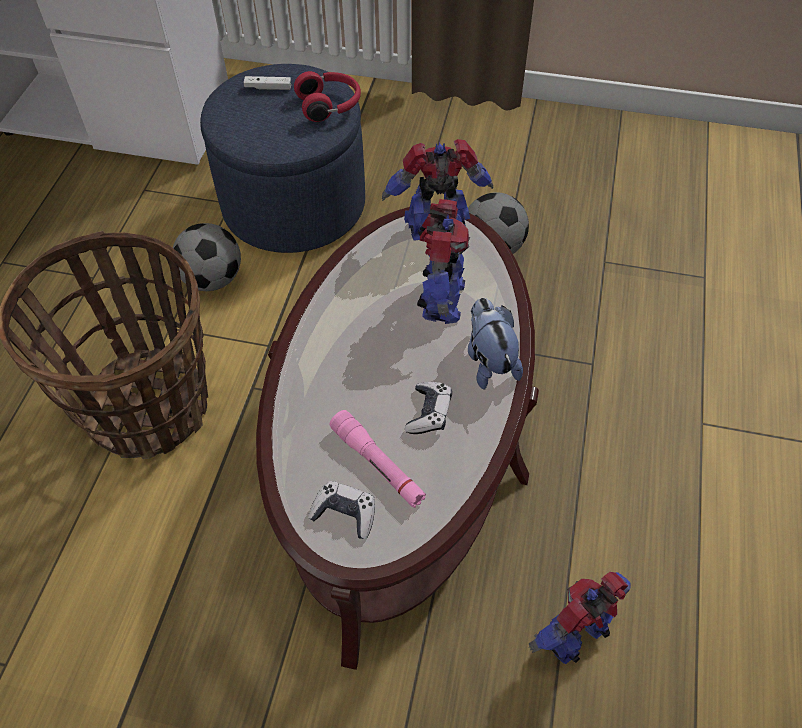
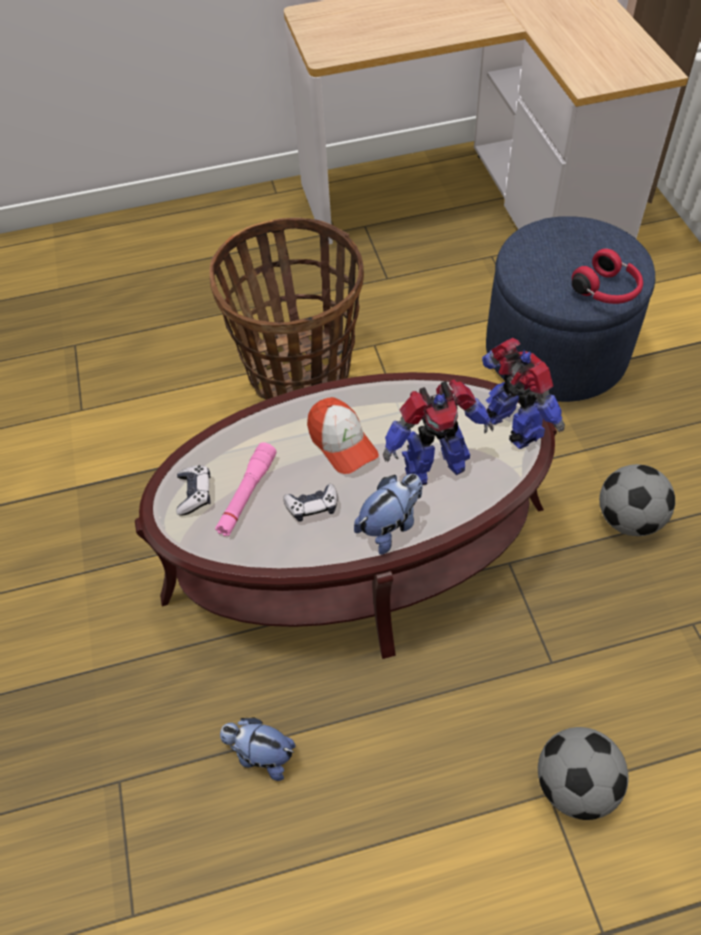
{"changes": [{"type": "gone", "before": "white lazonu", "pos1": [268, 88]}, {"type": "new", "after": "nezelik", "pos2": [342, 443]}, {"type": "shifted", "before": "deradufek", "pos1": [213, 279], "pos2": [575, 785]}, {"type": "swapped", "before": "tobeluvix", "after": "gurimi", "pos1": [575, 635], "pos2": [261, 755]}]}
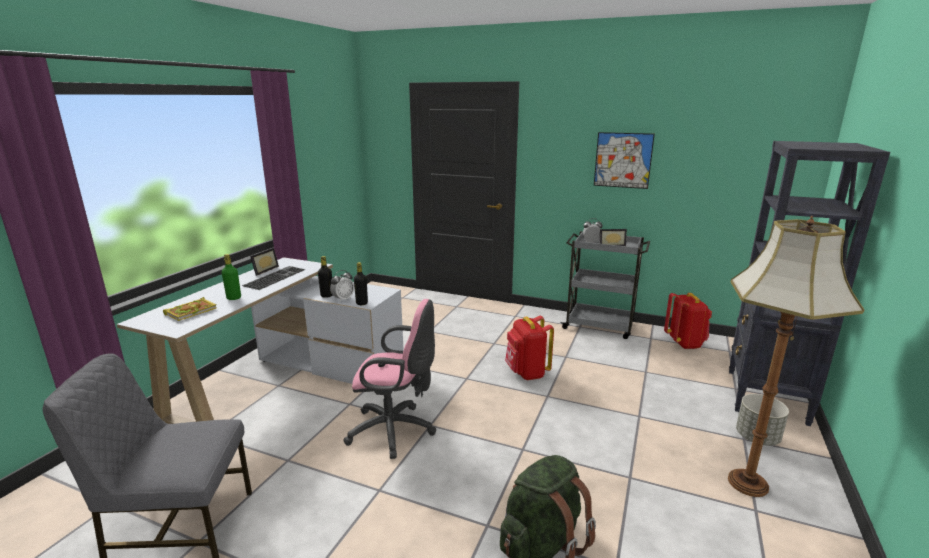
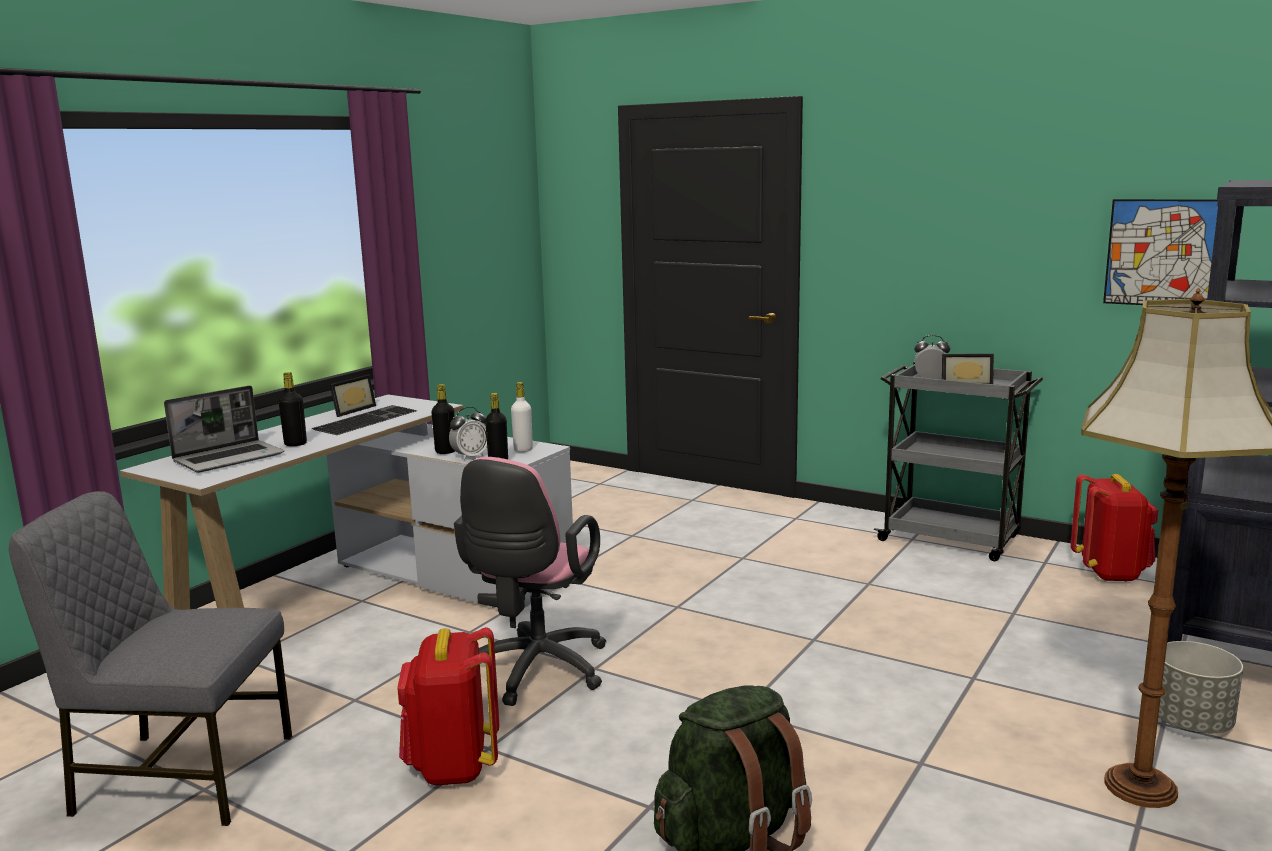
{"changes": [{"type": "new", "after": "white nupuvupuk", "pos2": [523, 449]}, {"type": "shifted", "before": "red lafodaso", "pos1": [527, 373], "pos2": [453, 767]}, {"type": "shifted", "before": "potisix", "pos1": [623, 160], "pos2": [1165, 253]}, {"type": "swapped", "before": "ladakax", "after": "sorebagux", "pos1": [192, 311], "pos2": [229, 458]}, {"type": "repainted", "before": "green nupuvupuk", "after": "black nupuvupuk", "pos1": [234, 298], "pos2": [295, 444]}, {"type": "rotated", "before": "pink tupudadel", "pos1": [395, 431], "pos2": [535, 673], "turn": 90}]}
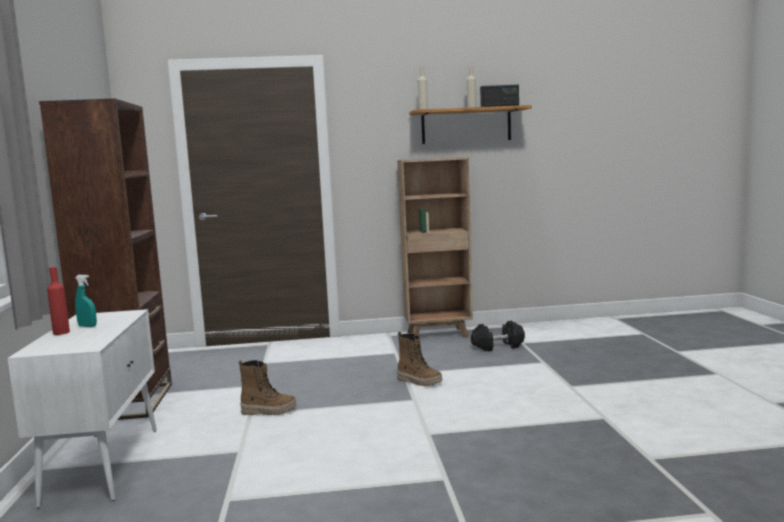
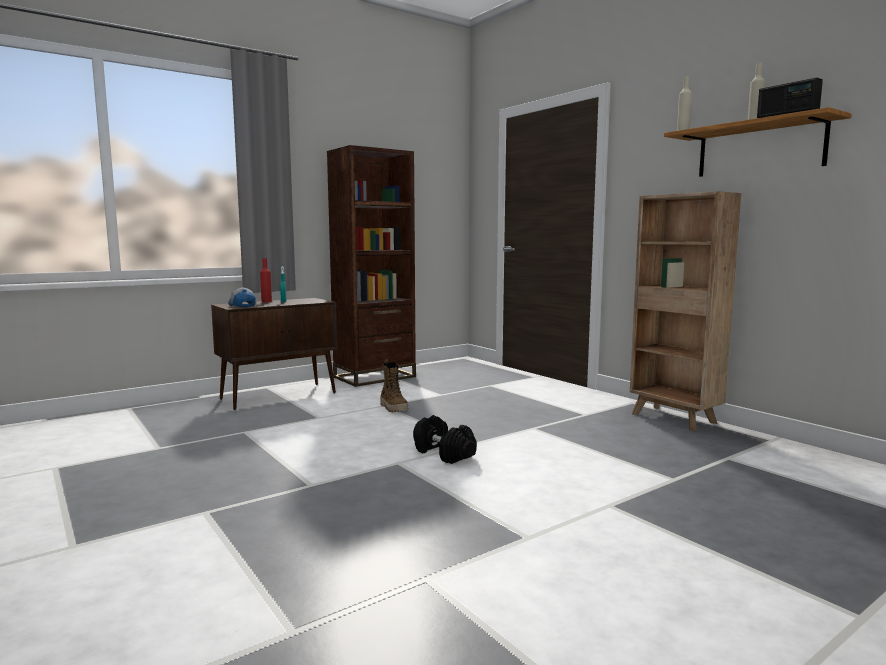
{"changes": [{"type": "gone", "before": "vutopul", "pos1": [419, 382]}, {"type": "new", "after": "nezelik", "pos2": [241, 305]}, {"type": "shifted", "before": "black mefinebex", "pos1": [498, 347], "pos2": [443, 453]}, {"type": "repainted", "before": "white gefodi", "after": "brown gefodi", "pos1": [103, 464], "pos2": [280, 396]}]}
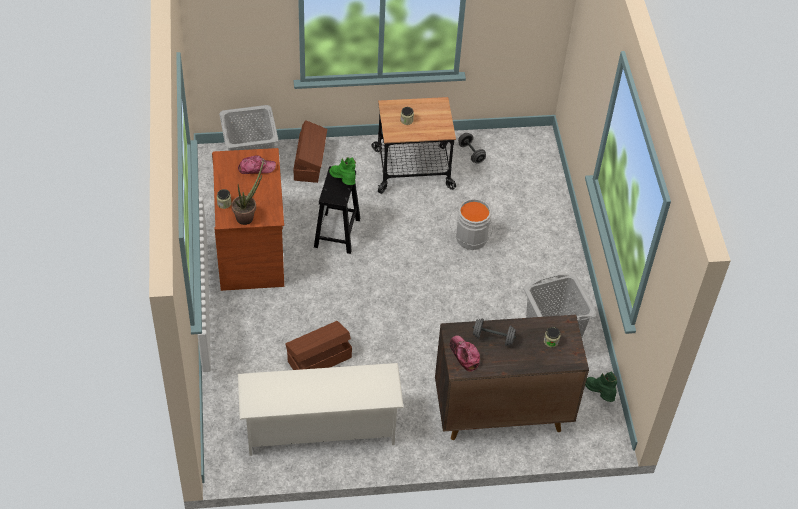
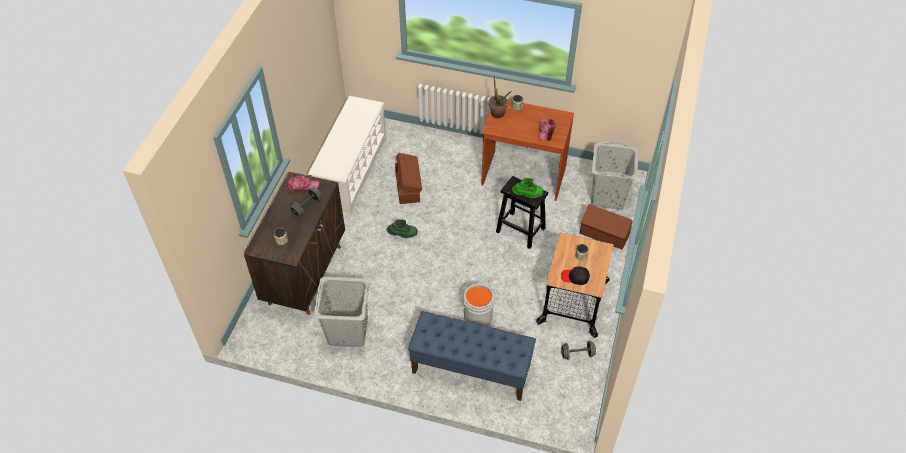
{"changes": [{"type": "new", "after": "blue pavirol", "pos2": [470, 369]}, {"type": "new", "after": "black nezelik", "pos2": [575, 277]}, {"type": "shifted", "before": "green vutopul", "pos1": [599, 394], "pos2": [402, 235]}]}
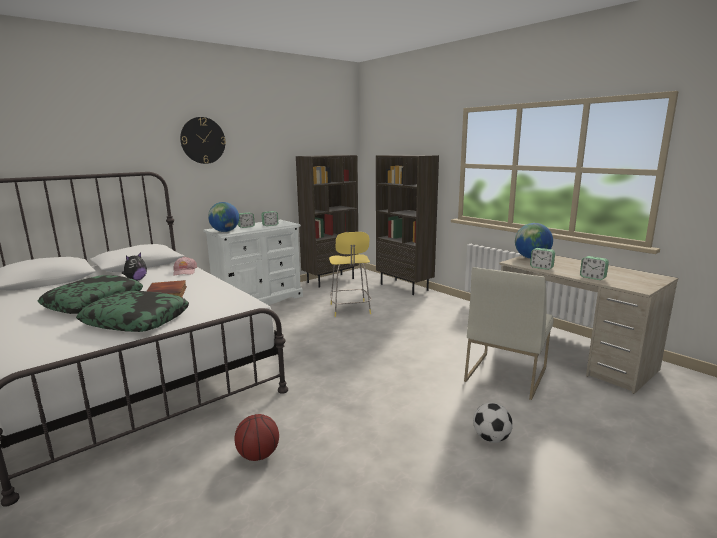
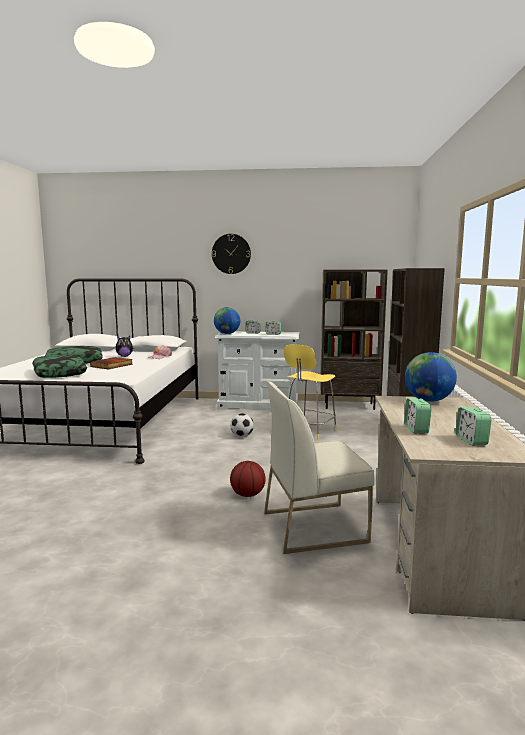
{"changes": [{"type": "shifted", "before": "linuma", "pos1": [259, 455], "pos2": [248, 495]}, {"type": "shifted", "before": "deradufek", "pos1": [491, 438], "pos2": [242, 436]}, {"type": "shifted", "before": "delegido", "pos1": [541, 267], "pos2": [471, 441]}]}
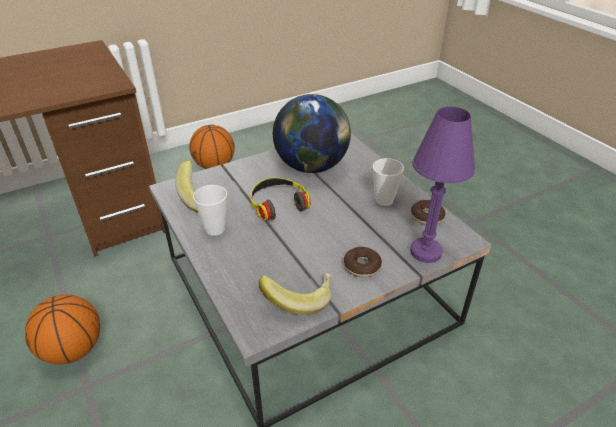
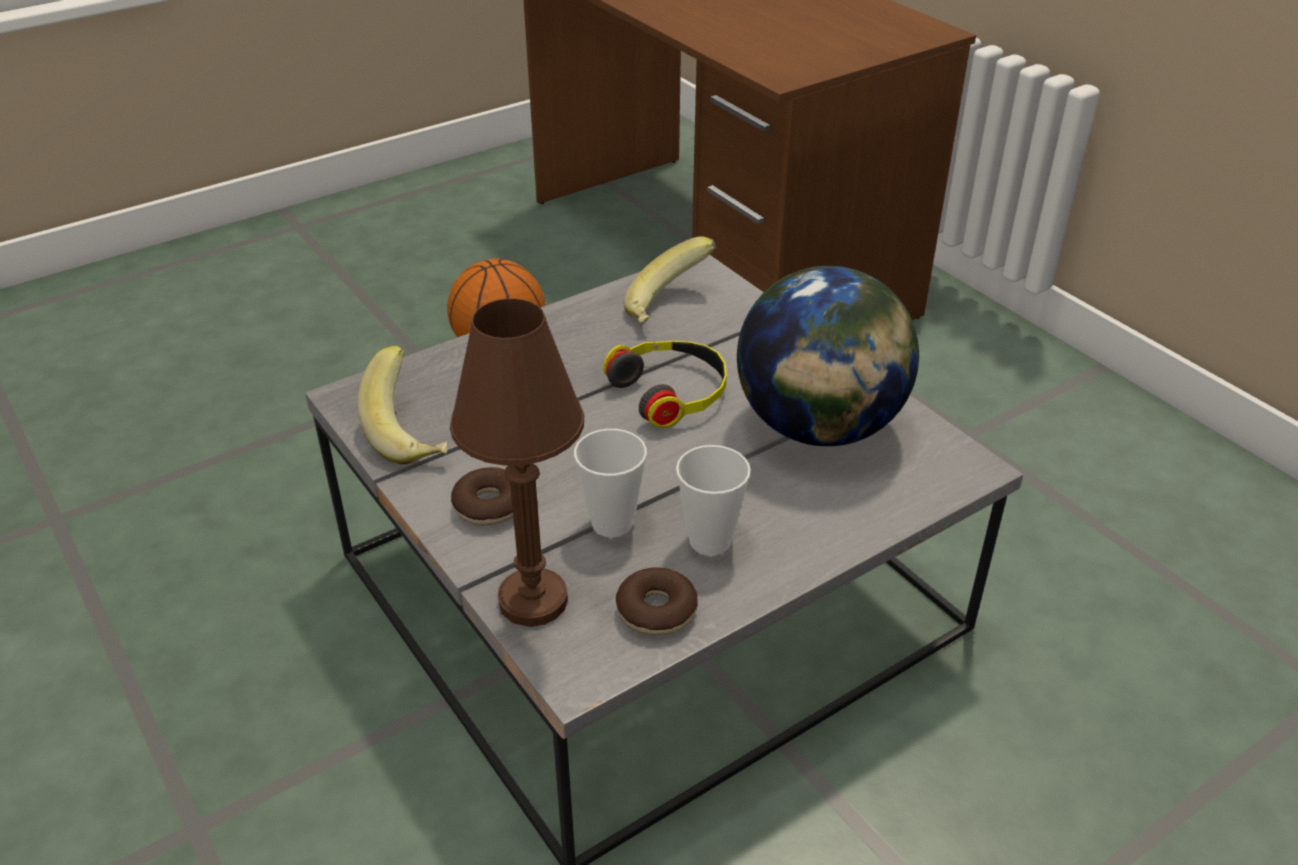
{"changes": [{"type": "gone", "before": "linuma", "pos1": [214, 166]}, {"type": "shifted", "before": "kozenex", "pos1": [215, 229], "pos2": [612, 523]}, {"type": "repainted", "before": "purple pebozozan", "after": "brown pebozozan", "pos1": [426, 252], "pos2": [533, 600]}]}
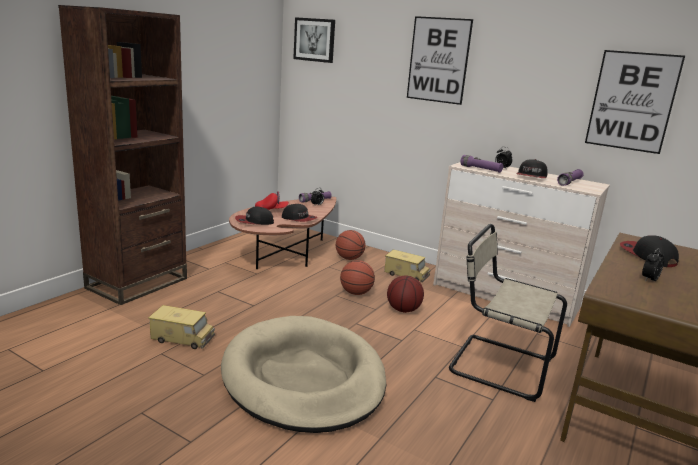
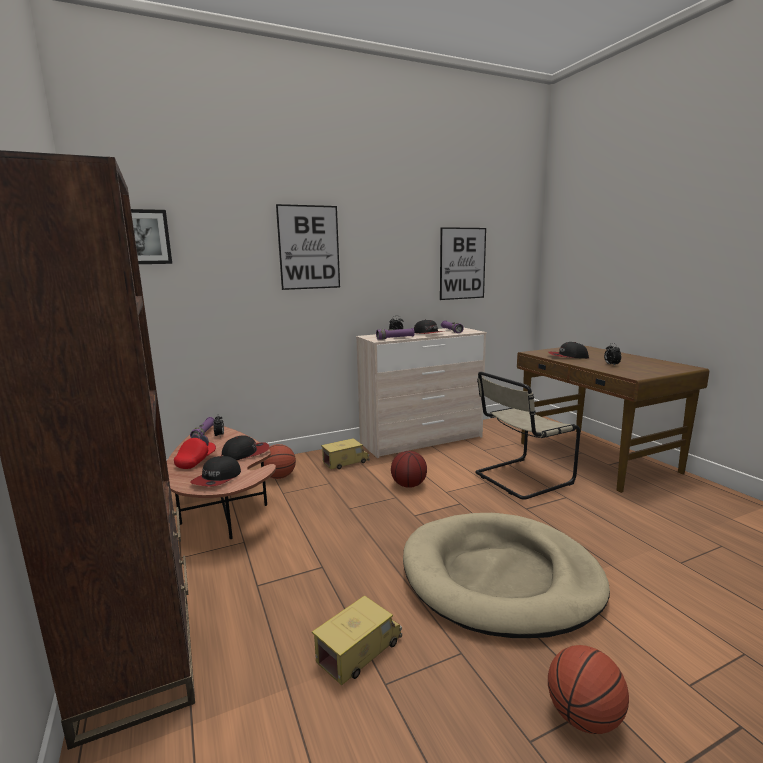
{"changes": [{"type": "shifted", "before": "linuma", "pos1": [356, 293], "pos2": [584, 717]}]}
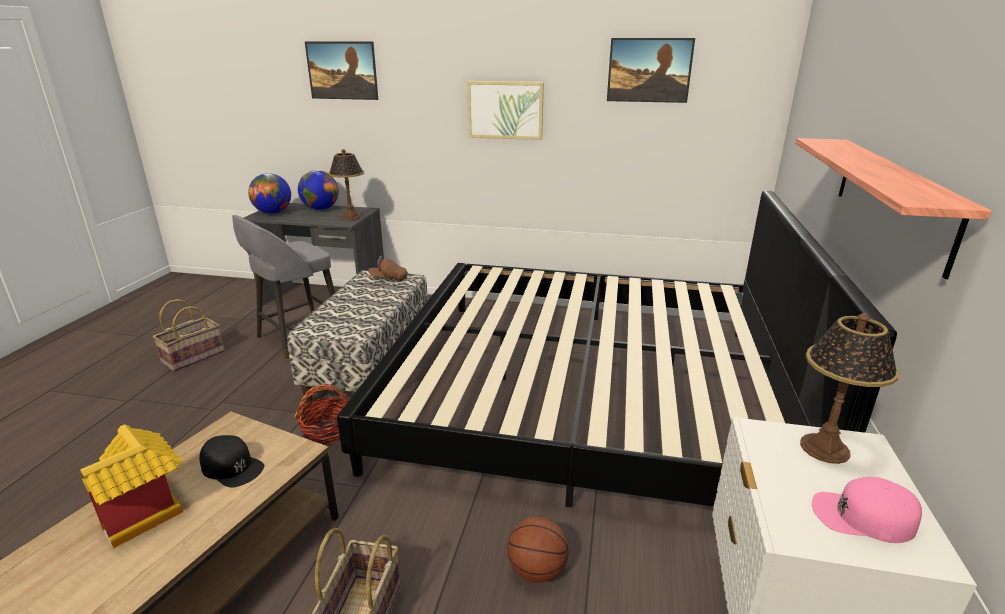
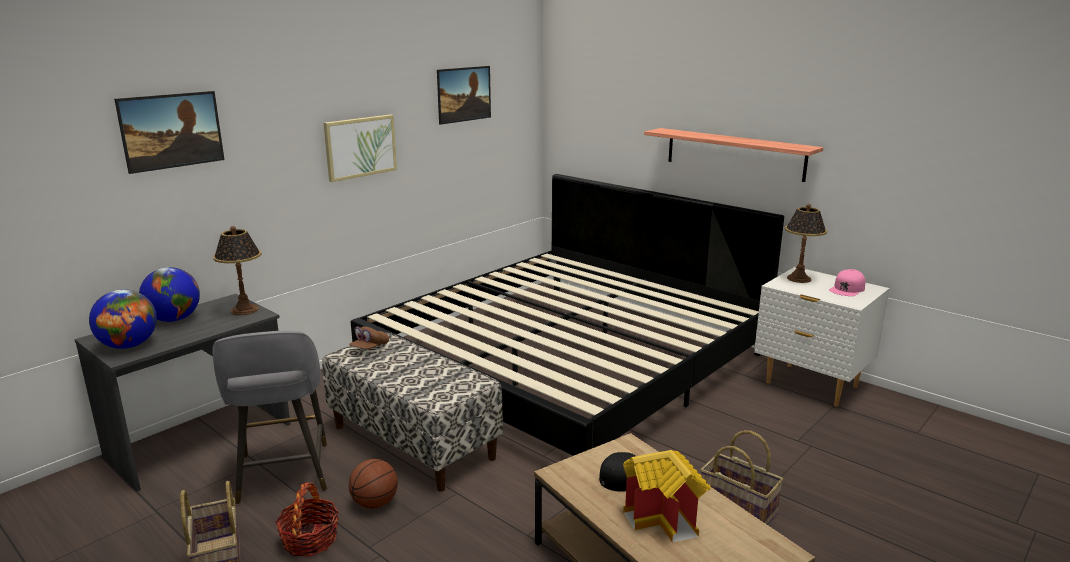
{"changes": [{"type": "shifted", "before": "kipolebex", "pos1": [327, 432], "pos2": [310, 539]}, {"type": "shifted", "before": "linuma", "pos1": [536, 570], "pos2": [374, 503]}]}
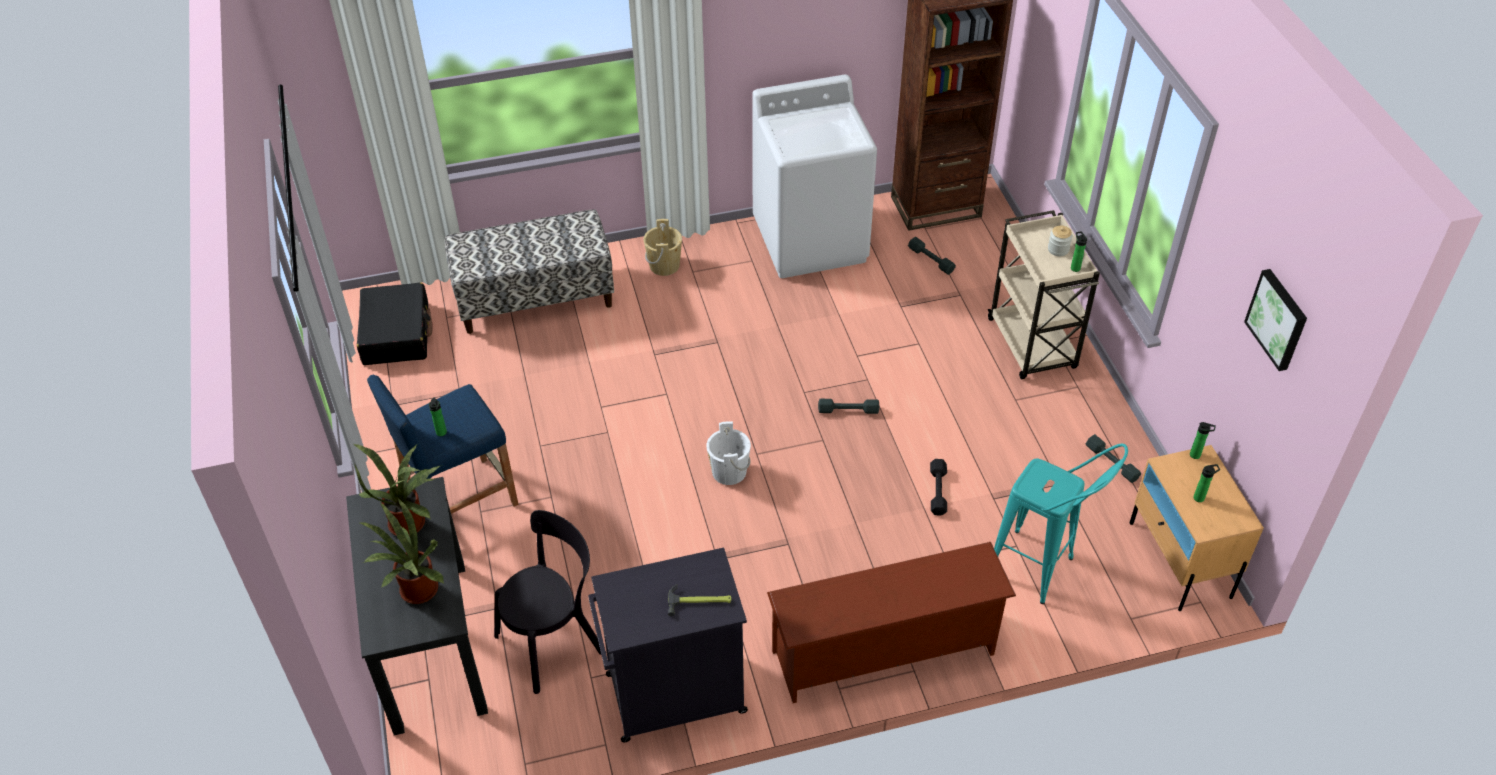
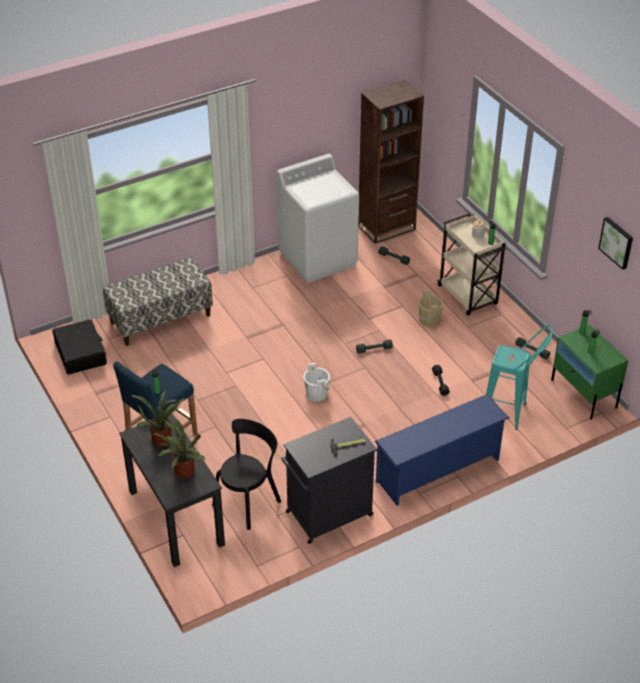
{"changes": [{"type": "shifted", "before": "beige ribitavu", "pos1": [664, 265], "pos2": [429, 320]}, {"type": "repainted", "before": "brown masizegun", "after": "blue masizegun", "pos1": [884, 654], "pos2": [438, 471]}, {"type": "repainted", "before": "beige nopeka", "after": "green nopeka", "pos1": [1180, 560], "pos2": [584, 394]}]}
